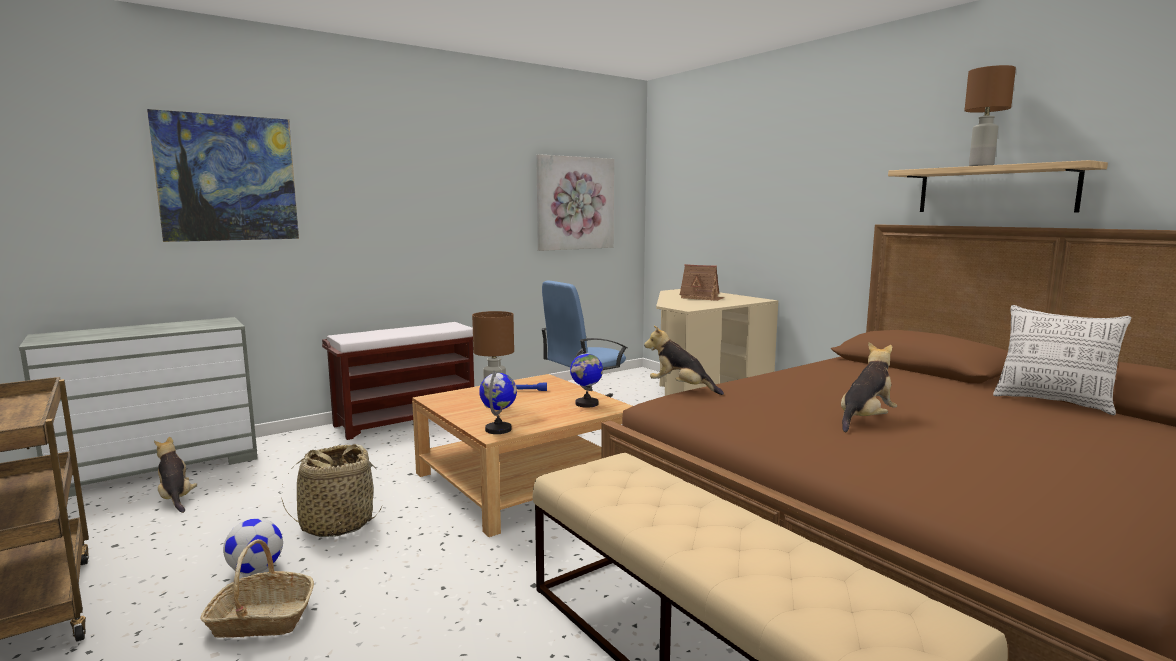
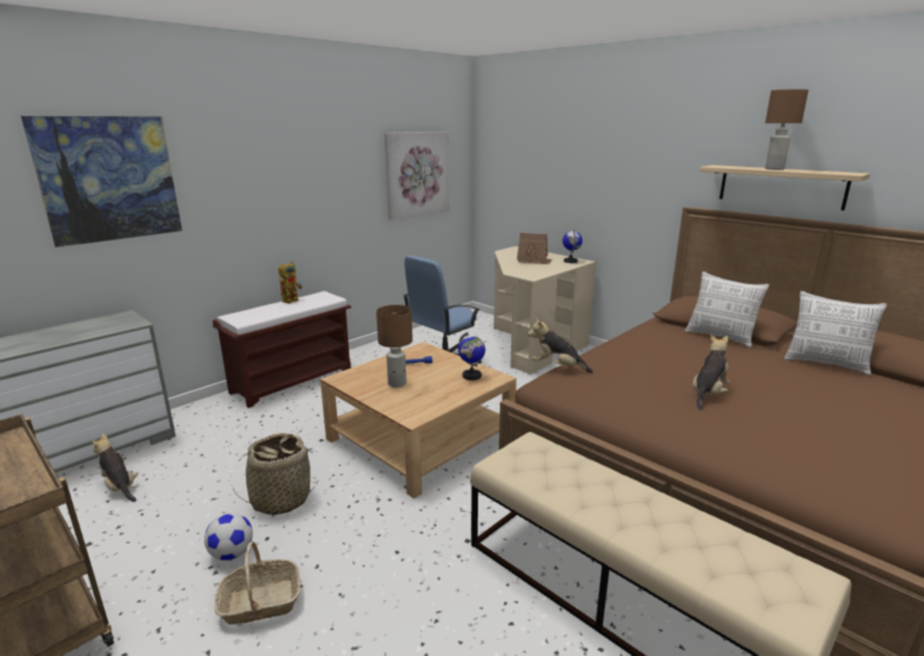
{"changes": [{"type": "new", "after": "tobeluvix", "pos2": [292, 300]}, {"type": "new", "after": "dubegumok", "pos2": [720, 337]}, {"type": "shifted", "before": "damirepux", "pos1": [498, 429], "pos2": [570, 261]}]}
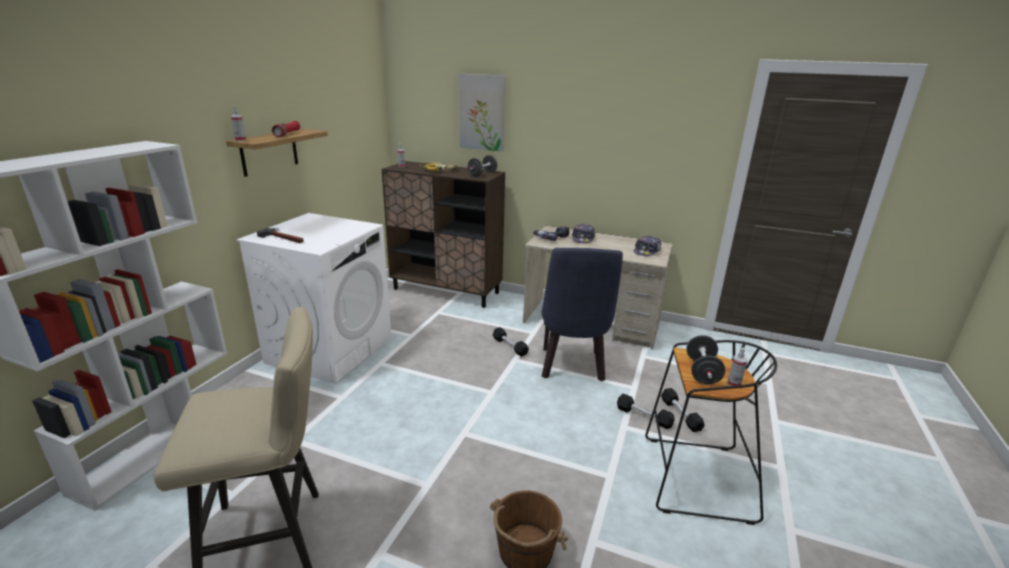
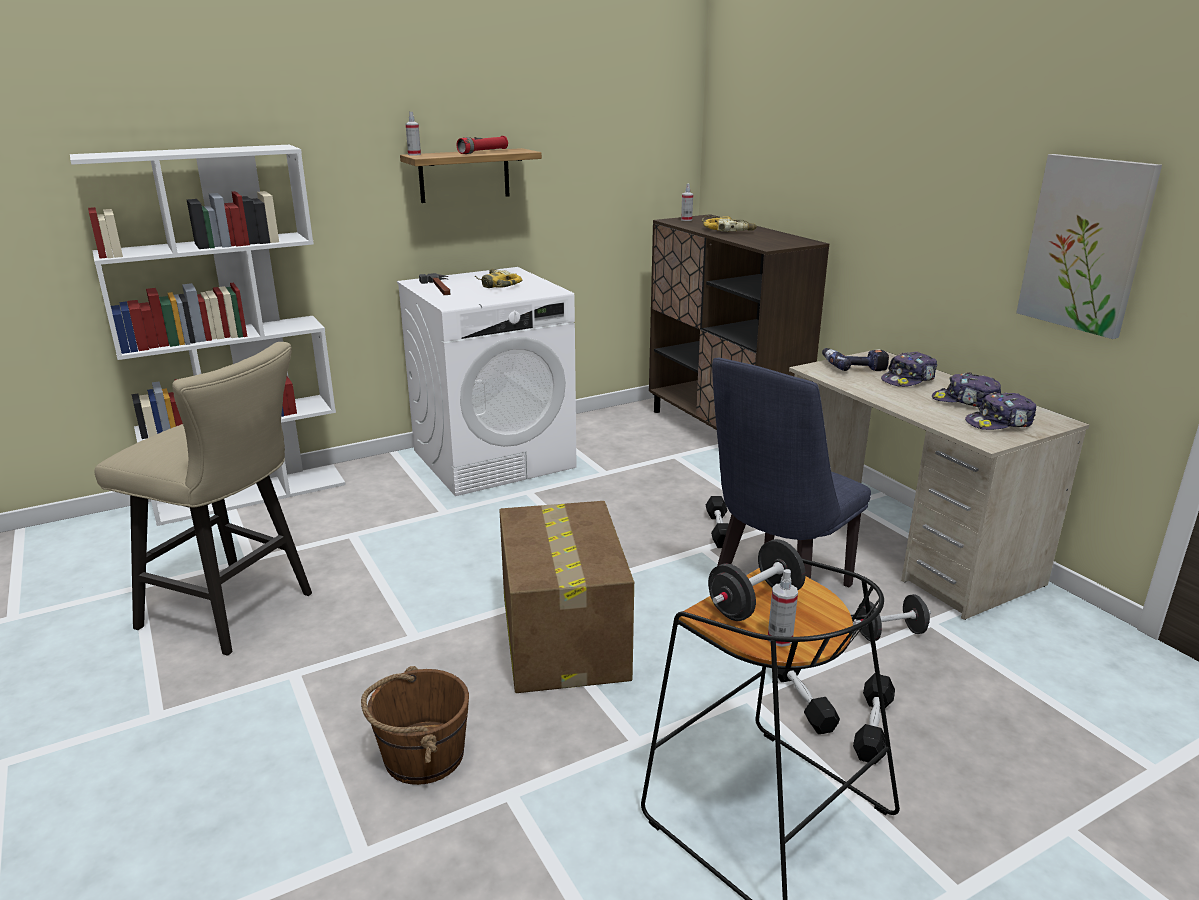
{"changes": [{"type": "new", "after": "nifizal", "pos2": [495, 285]}, {"type": "new", "after": "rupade", "pos2": [563, 635]}, {"type": "new", "after": "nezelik", "pos2": [965, 401]}, {"type": "shifted", "before": "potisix", "pos1": [482, 112], "pos2": [1086, 244]}, {"type": "shifted", "before": "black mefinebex", "pos1": [482, 174], "pos2": [890, 633]}]}
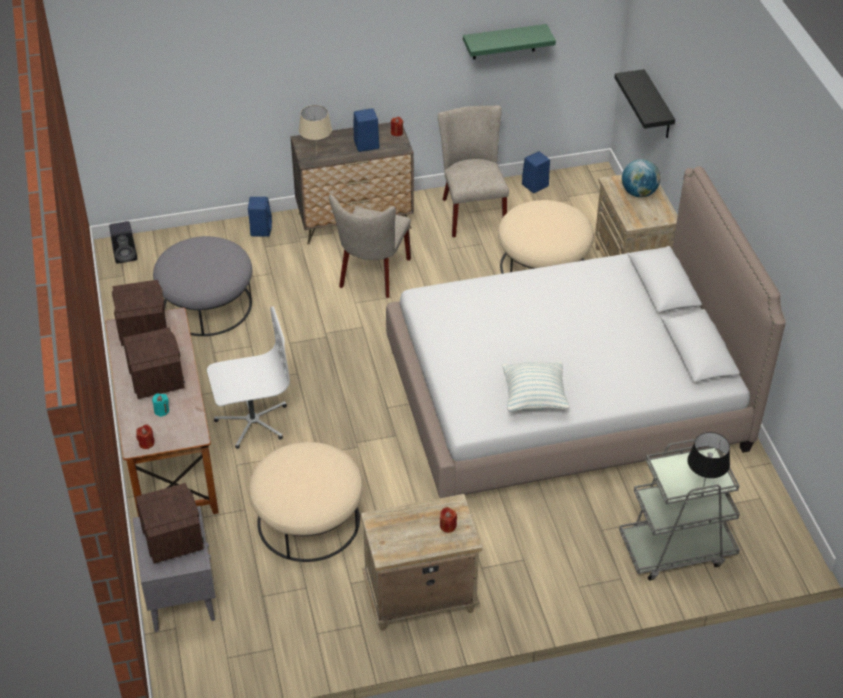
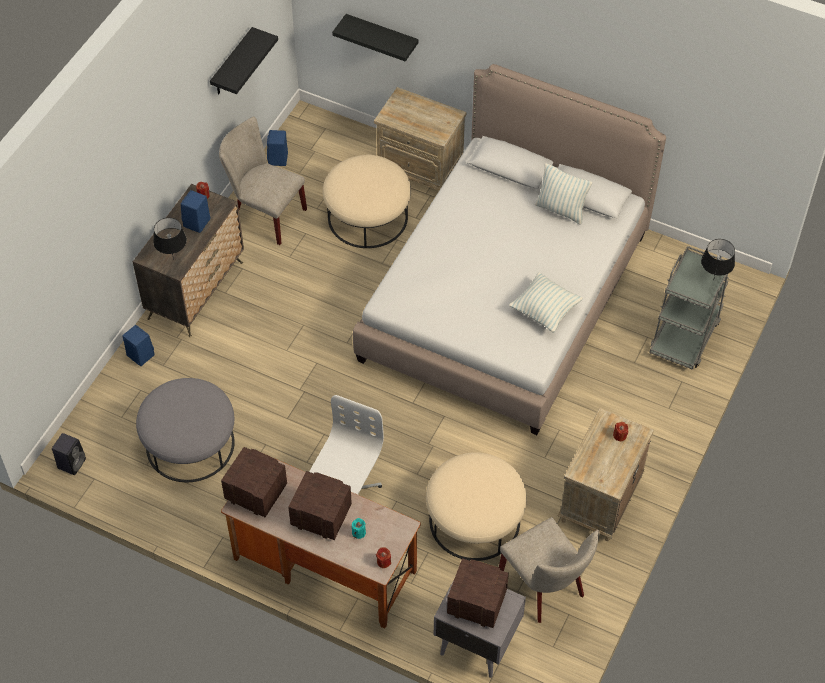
{"changes": [{"type": "gone", "before": "damirepux", "pos1": [639, 193]}, {"type": "new", "after": "dubegumok", "pos2": [561, 210]}, {"type": "shifted", "before": "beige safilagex", "pos1": [372, 276], "pos2": [545, 588]}, {"type": "repainted", "before": "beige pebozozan", "after": "black pebozozan", "pos1": [316, 154], "pos2": [174, 259]}, {"type": "repainted", "before": "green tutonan", "after": "black tutonan", "pos1": [504, 42], "pos2": [232, 63]}]}
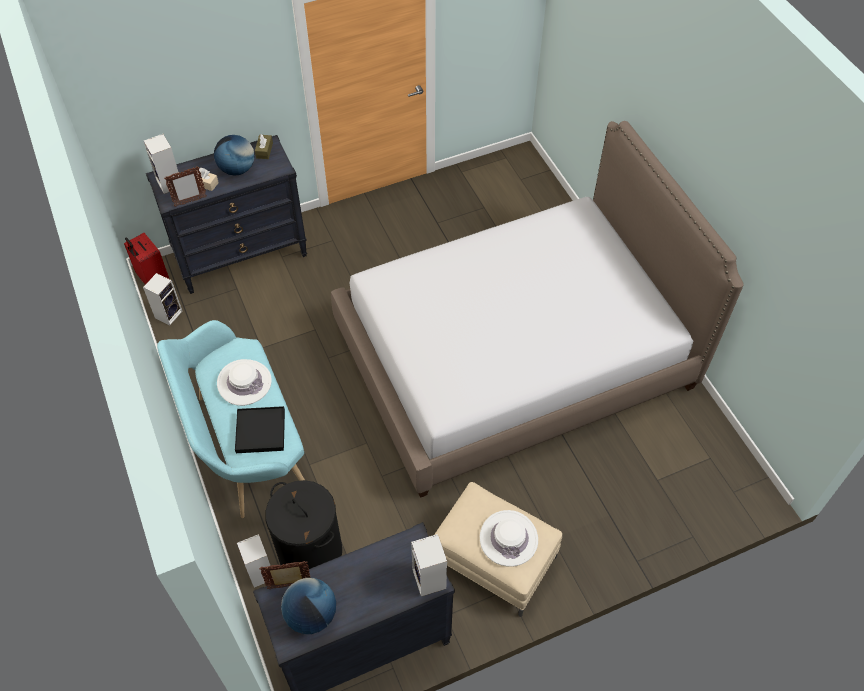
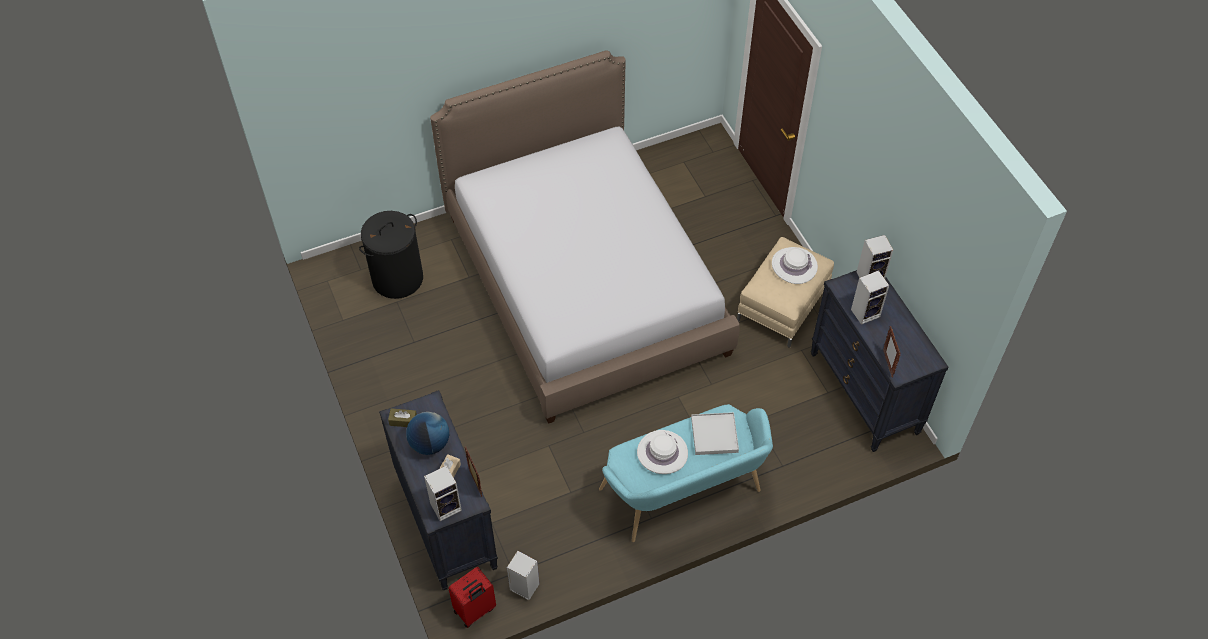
{"changes": [{"type": "gone", "before": "damirepux", "pos1": [311, 615]}, {"type": "shifted", "before": "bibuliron", "pos1": [261, 573], "pos2": [866, 312]}, {"type": "shifted", "before": "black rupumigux", "pos1": [311, 552], "pos2": [397, 278]}, {"type": "repainted", "before": "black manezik", "after": "white manezik", "pos1": [260, 431], "pos2": [714, 435]}]}
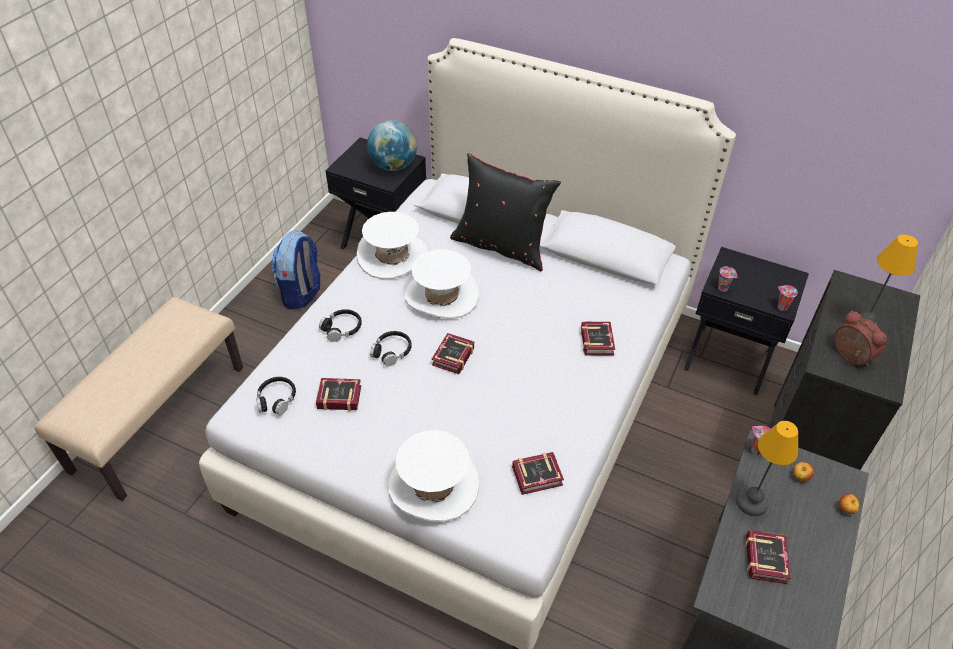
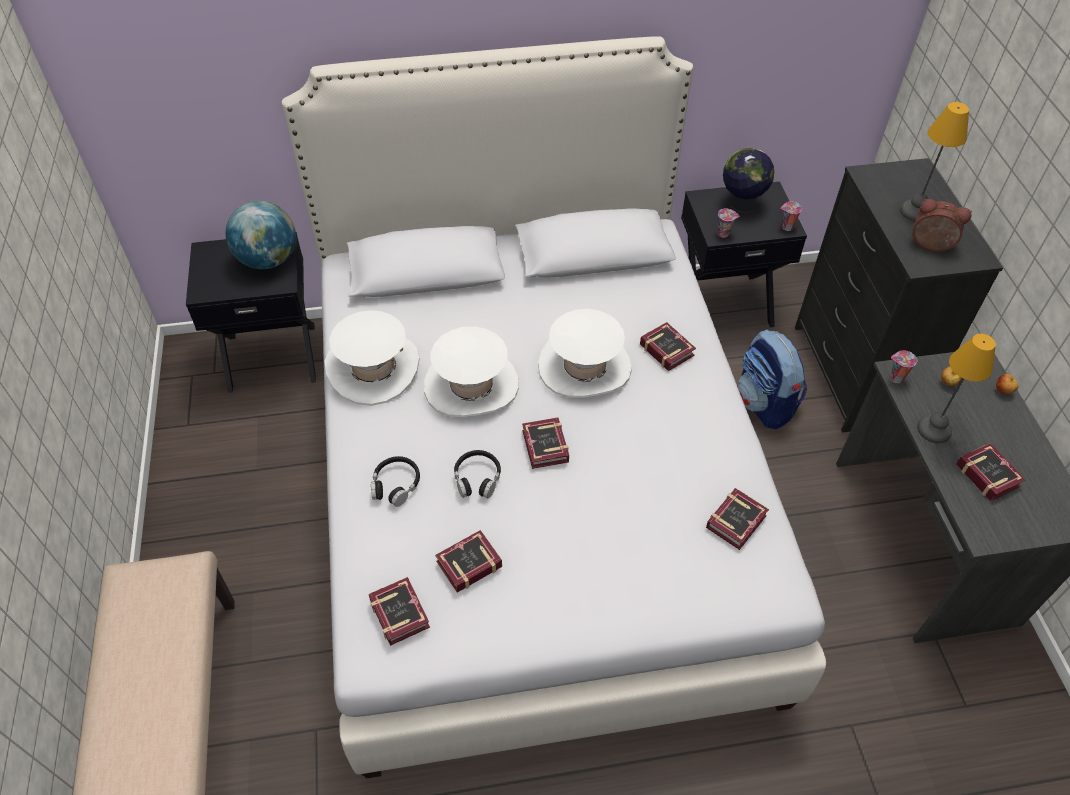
{"changes": [{"type": "gone", "before": "black dubegumok", "pos1": [501, 246]}, {"type": "new", "after": "damirepux", "pos2": [741, 204]}, {"type": "shifted", "before": "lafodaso", "pos1": [301, 293], "pos2": [764, 404]}, {"type": "shifted", "before": "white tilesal", "pos1": [433, 485], "pos2": [584, 367]}, {"type": "swapped", "before": "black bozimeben", "after": "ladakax", "pos1": [276, 399], "pos2": [400, 611]}]}
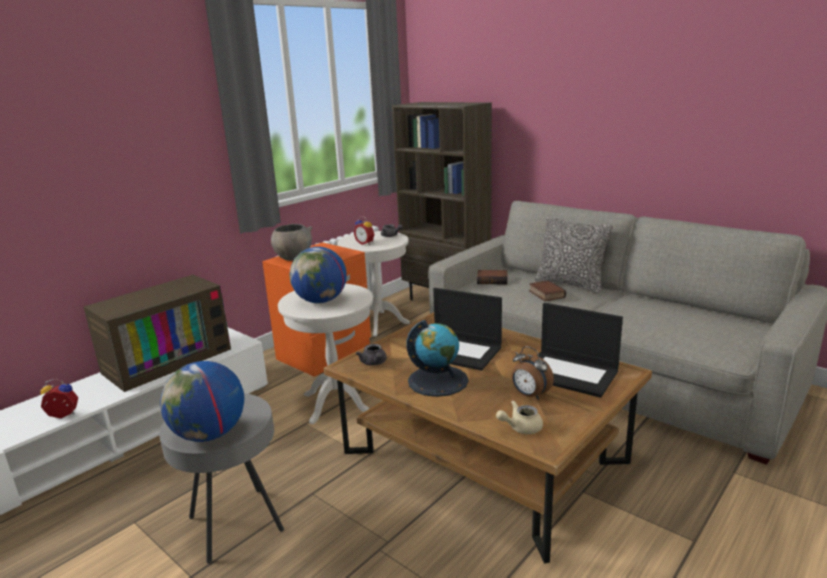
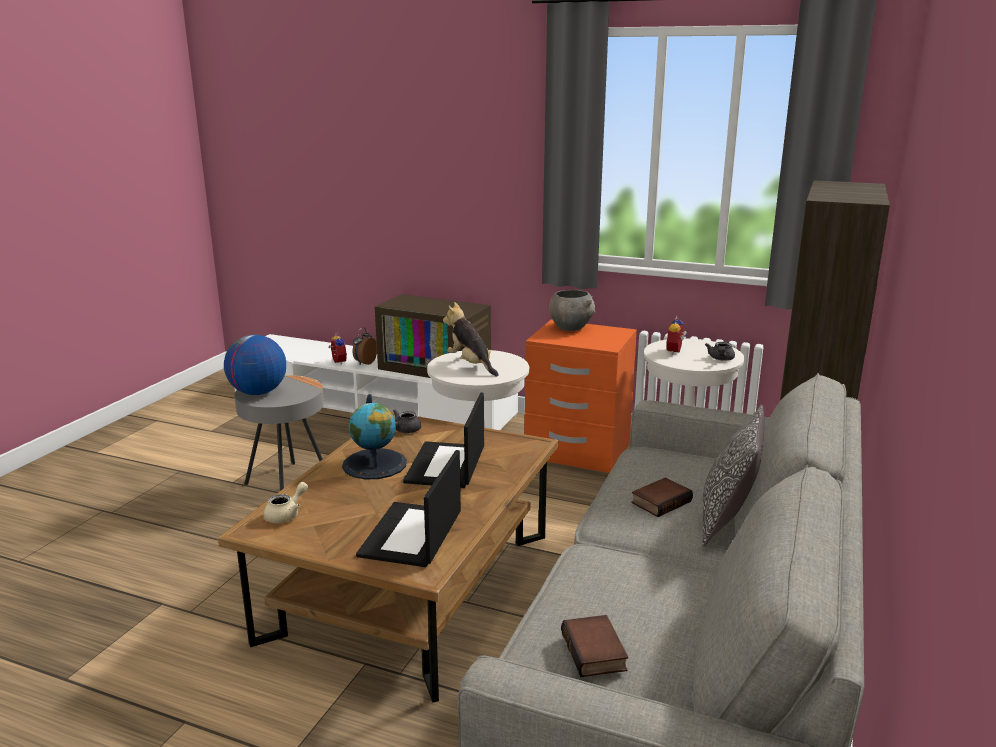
{"changes": [{"type": "shifted", "before": "ladakax", "pos1": [492, 280], "pos2": [596, 652]}, {"type": "shifted", "before": "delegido", "pos1": [529, 395], "pos2": [364, 363]}, {"type": "swapped", "before": "damirepux", "after": "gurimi", "pos1": [321, 301], "pos2": [471, 365]}, {"type": "rotated", "before": "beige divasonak", "pos1": [520, 428], "pos2": [287, 515], "turn": 75}]}
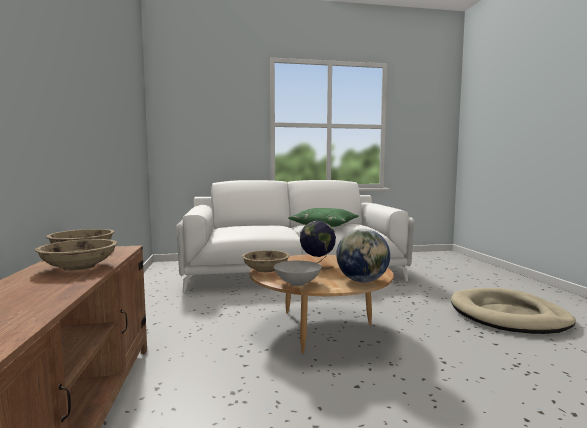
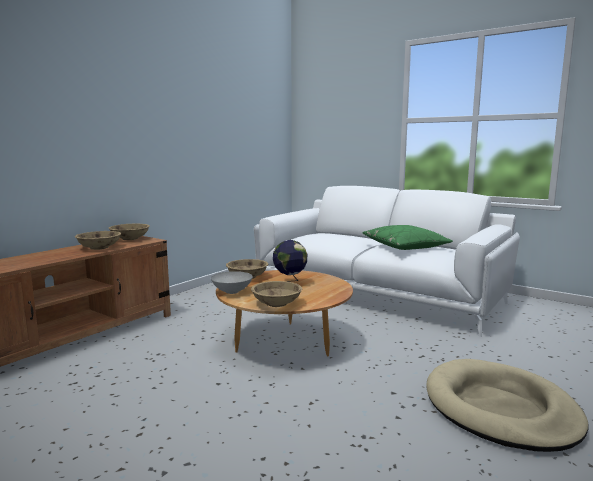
{"changes": [{"type": "swapped", "before": "damirepux", "after": "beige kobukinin", "pos1": [362, 281], "pos2": [277, 303]}]}
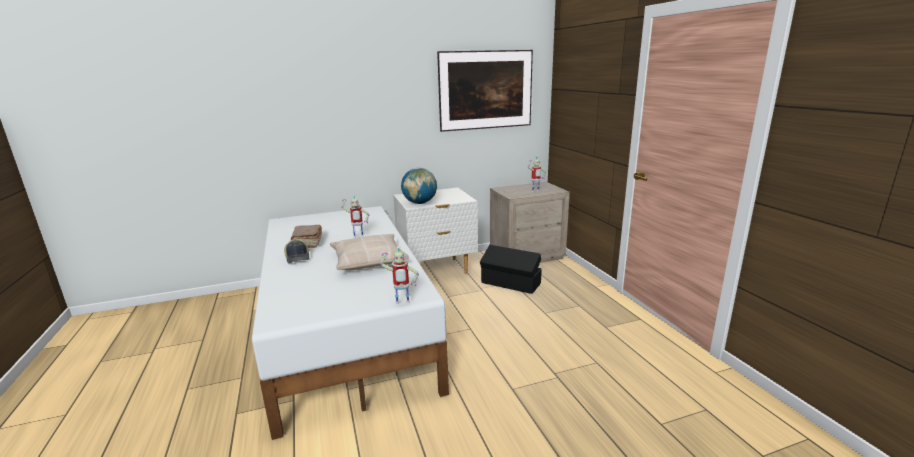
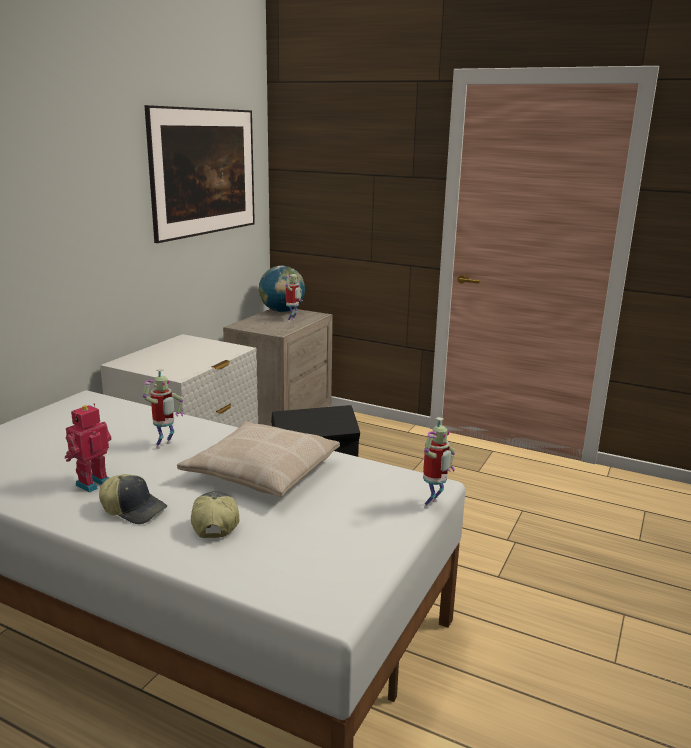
{"changes": [{"type": "new", "after": "nezelik", "pos2": [214, 523]}, {"type": "shifted", "before": "damirepux", "pos1": [420, 203], "pos2": [282, 311]}, {"type": "swapped", "before": "brown ladakax", "after": "tobeluvix", "pos1": [307, 243], "pos2": [92, 483]}]}
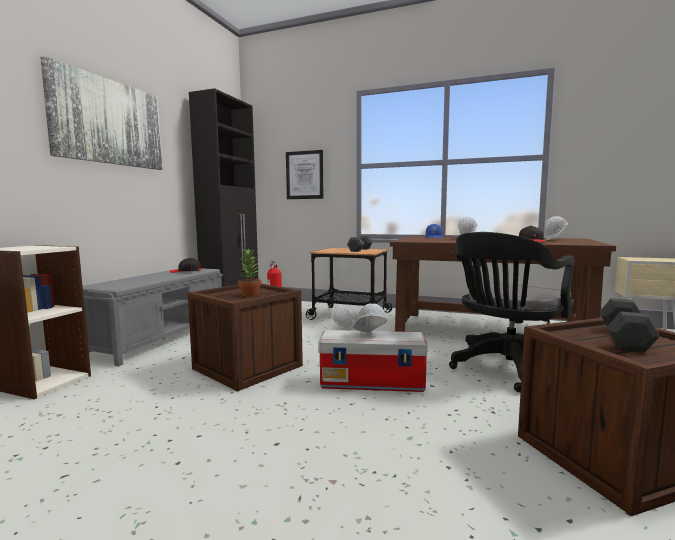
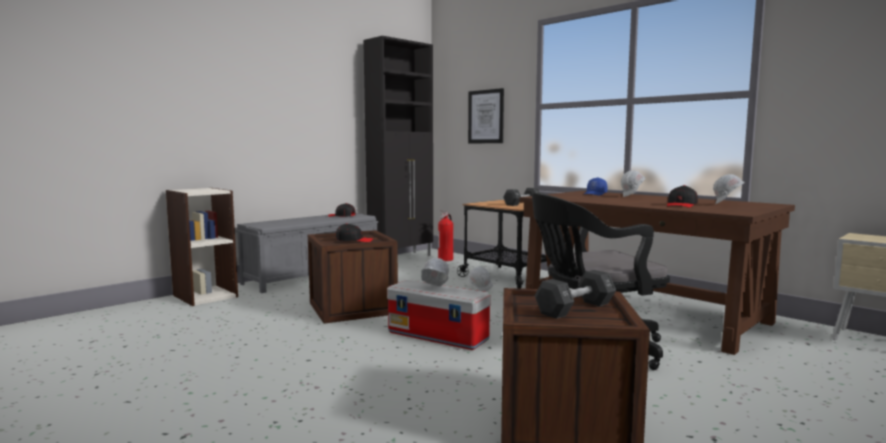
{"changes": [{"type": "gone", "before": "potisix", "pos1": [109, 122]}, {"type": "swapped", "before": "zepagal", "after": "black nezelik", "pos1": [250, 294], "pos2": [354, 240]}]}
